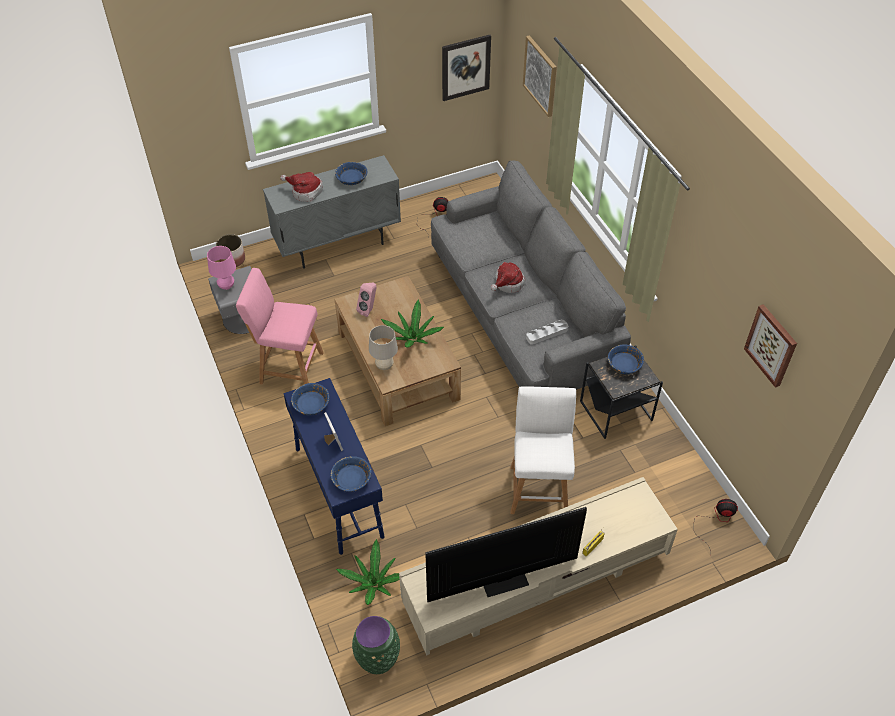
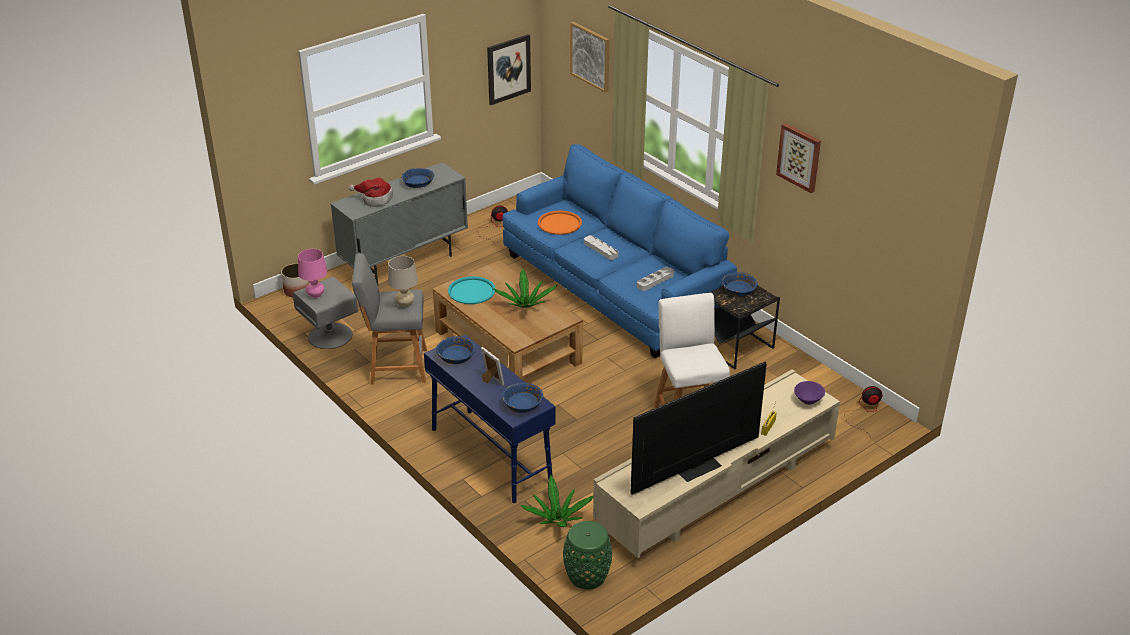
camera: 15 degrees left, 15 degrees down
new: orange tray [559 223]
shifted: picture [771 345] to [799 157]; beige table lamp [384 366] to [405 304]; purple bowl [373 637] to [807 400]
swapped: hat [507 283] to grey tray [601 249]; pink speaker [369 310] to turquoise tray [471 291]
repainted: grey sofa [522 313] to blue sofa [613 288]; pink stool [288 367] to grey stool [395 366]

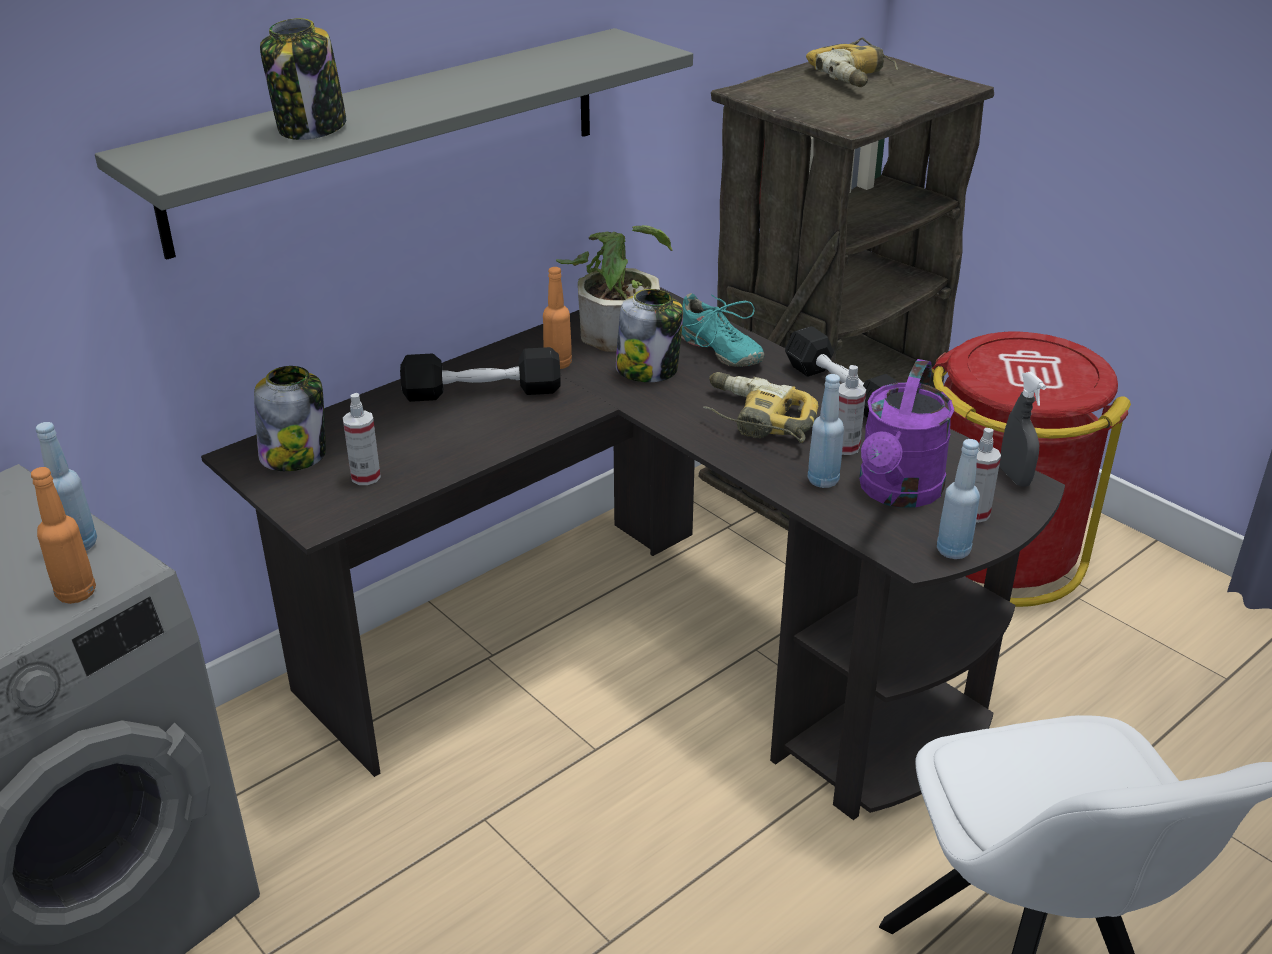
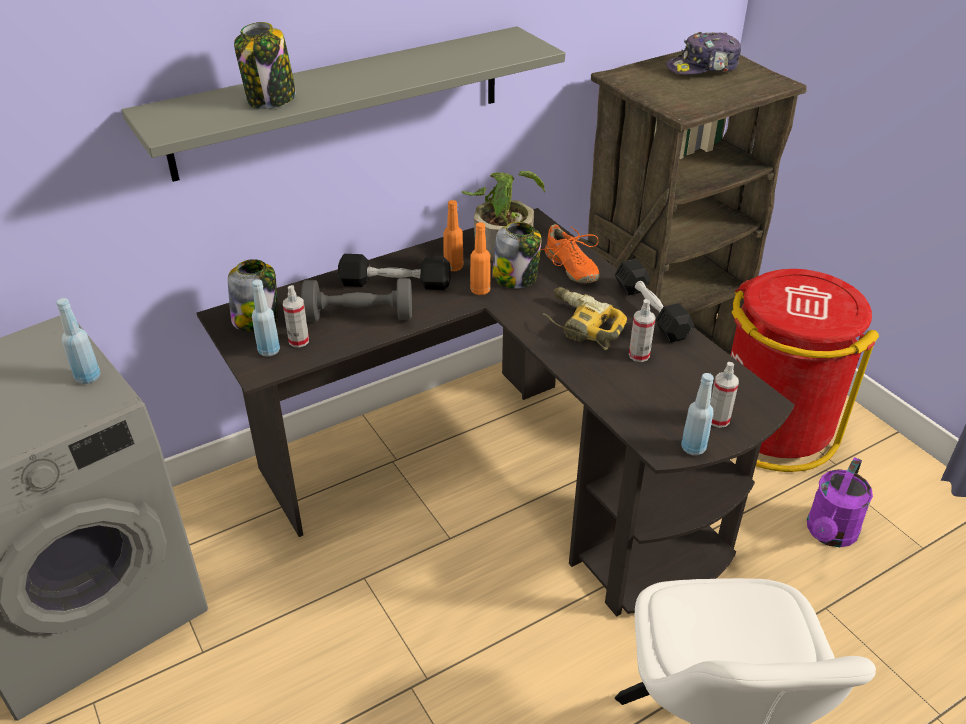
camera: 10 degrees right, 5 degrees up
gone: grey spray bottle [1014 477]
new: grey dumbbell [359 316]
shifted: purple watering can [897 493] to [829 534]; blue bottle [823 481] to [269 351]; orange bottle [76 593] to [480 290]
swapped: power drill [855 75] to cap [703 68]
repainted: turquoise shoe [719 351] to orange shoe [570 268]

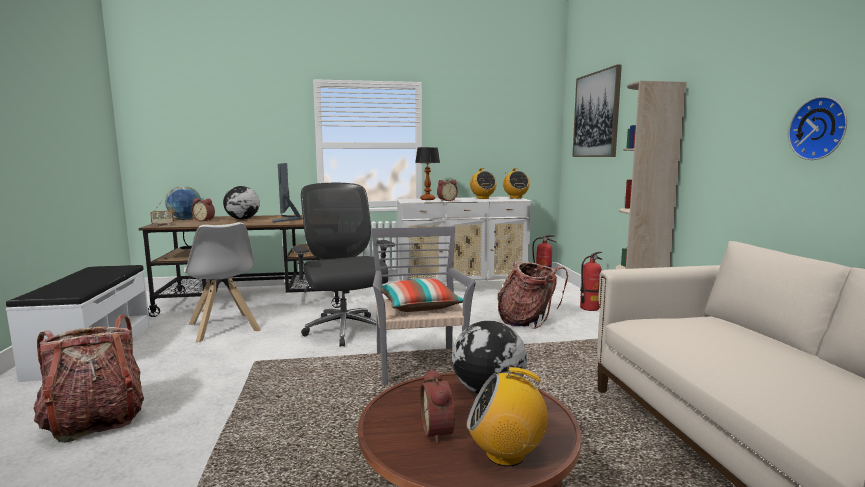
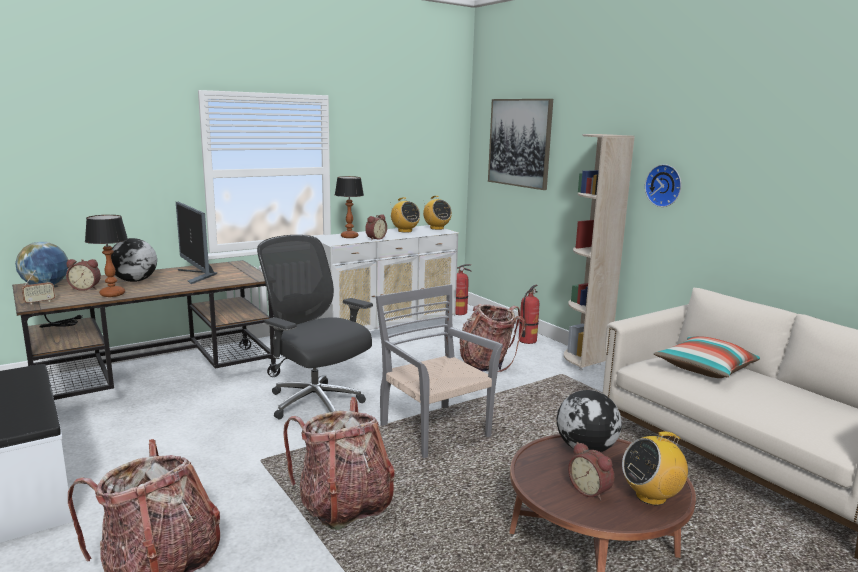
camera: 25 degrees left, 5 degrees up
gone: chair [224 328]
new: table lamp [112 294]; backpack [344 505]
shifted: wall clock [820 128] to [664 185]; pillow [419 307] to [705 369]

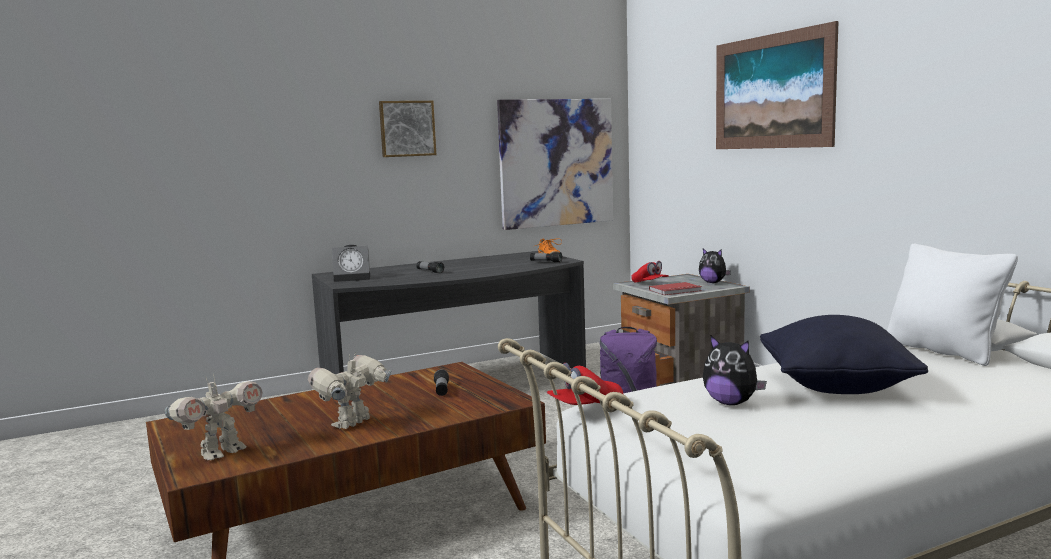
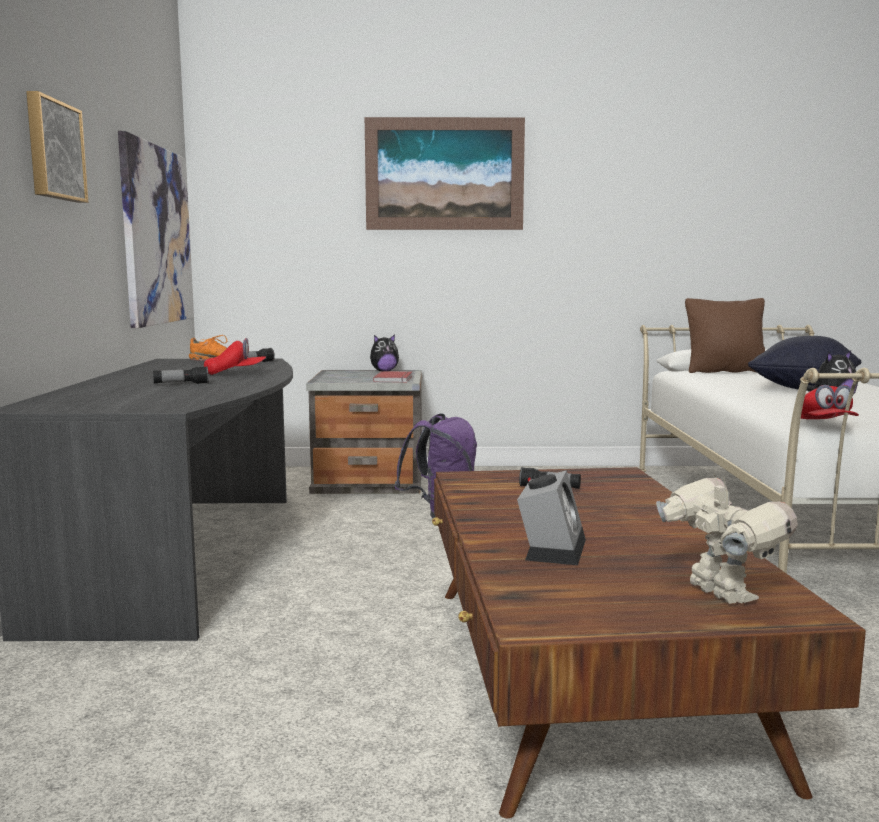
camera: 65 degrees left, 0 degrees up
gone: toy robot [354 424]
shifted: alarm clock [353 278] to [552 548]; red cap [649 284] to [235 373]
repainted: white pillow [942 351] to brown pillow [725 372]

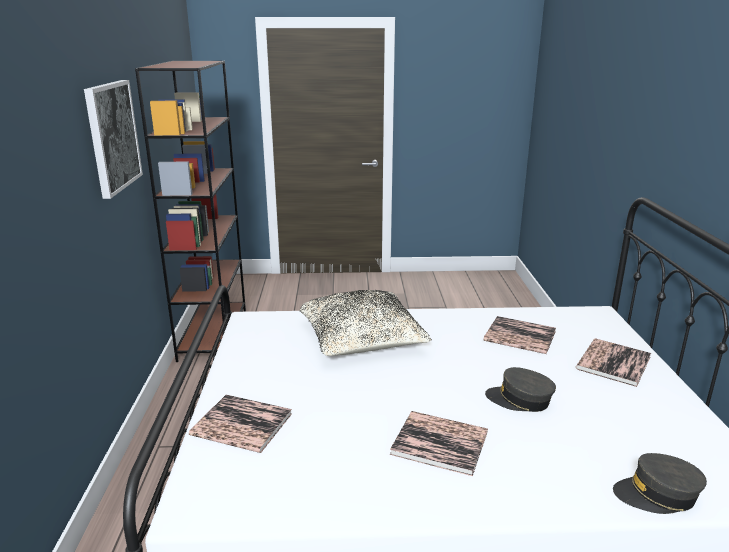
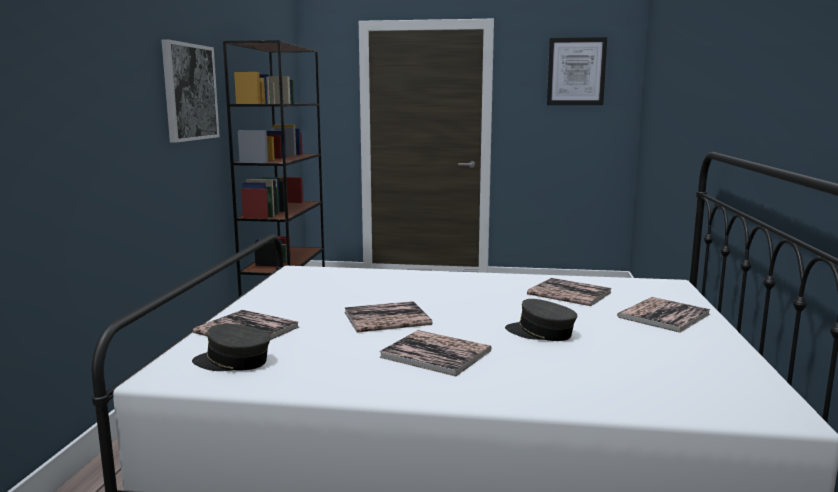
camera: 10 degrees right, 10 degrees down
gone: beige pillow [362 337]
new: picture [576 71]; book [387 318]
shifted: grey cap [657 495] to [232 362]

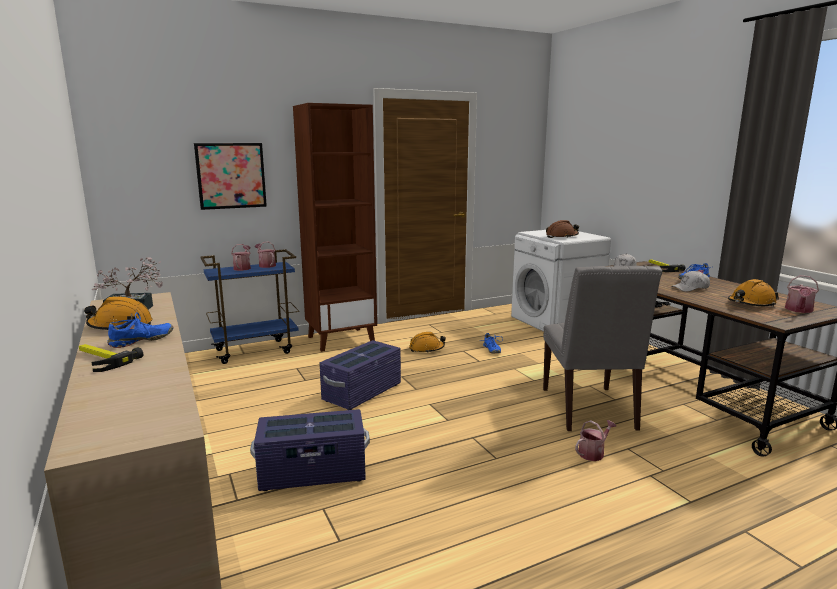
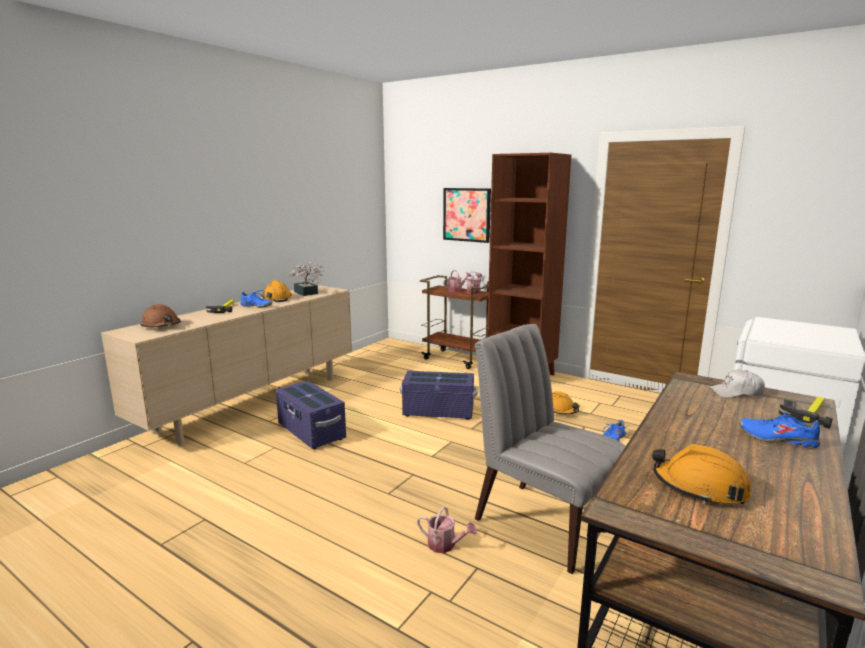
camera: 60 degrees right, 0 degrees up
gone: white cap [690 288]; watering can [799 310]
shifted: brown hard hat [562 236] to [161 326]
repainted: blue cart [256 351] to brown cart [457 360]
rotated: grey chair [587 408] = [545 525] 75 degrees clockwise

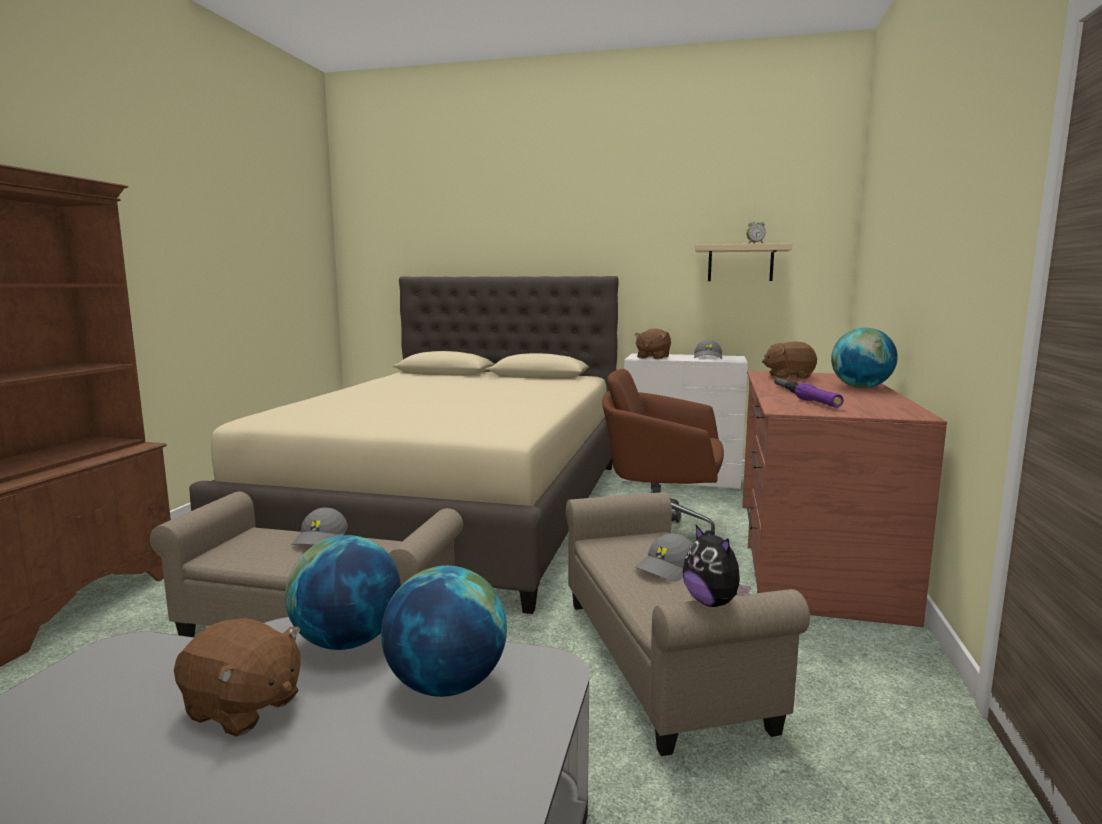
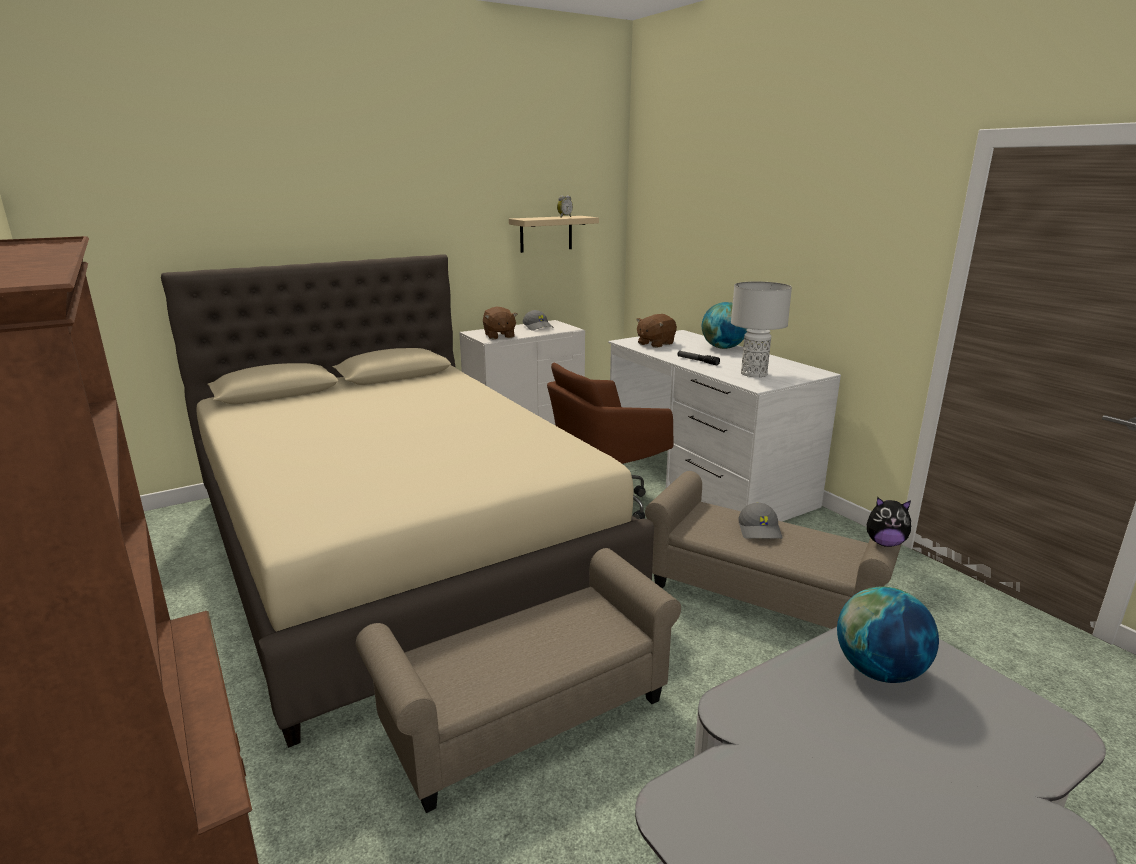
camera: 45 degrees left, 10 degrees up
gone: grey cap [321 539]; globe [347 642]; brown plush toy [243 708]
swapped: purple flashlight [818 404] to white table lamp [754 374]
repainted: brown desk [812 554] to white desk [705 480]

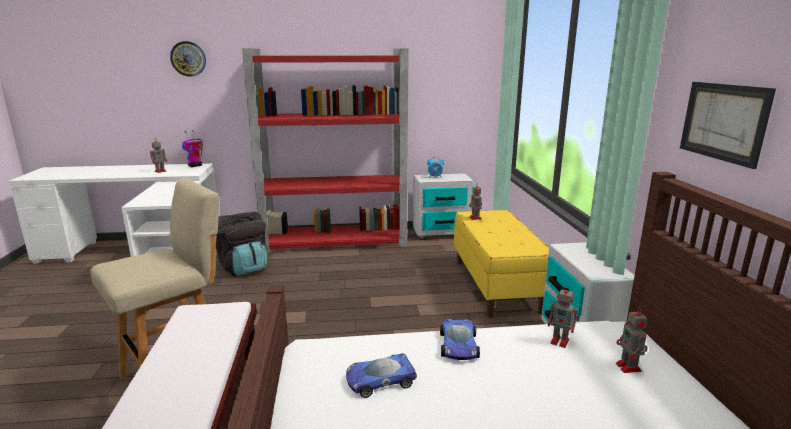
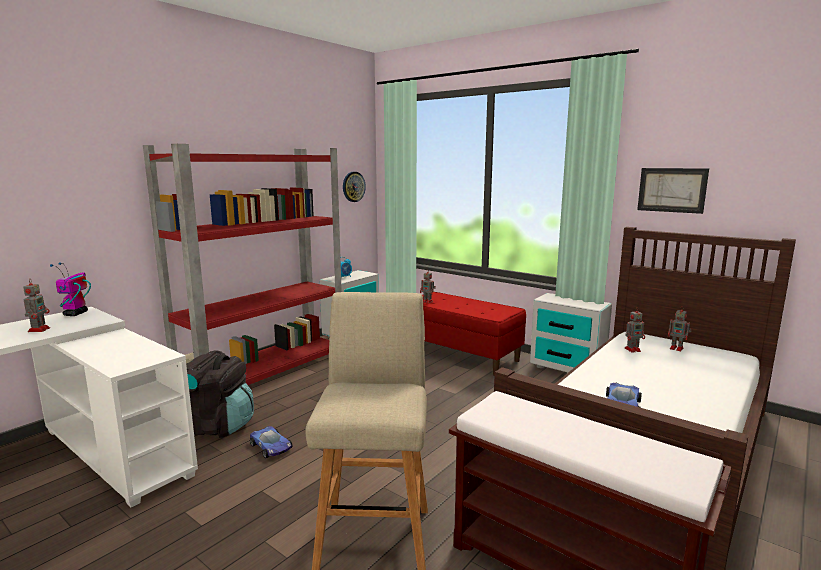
camera: 45 degrees left, 5 degrees down
shifted: wall clock [188 59] to [353 186]; toy car [458 346] to [271 447]
repainted: yellow bench [496 285] to red bench [461 355]

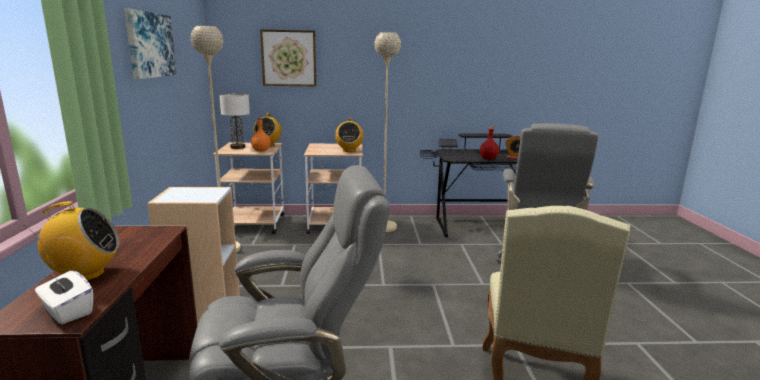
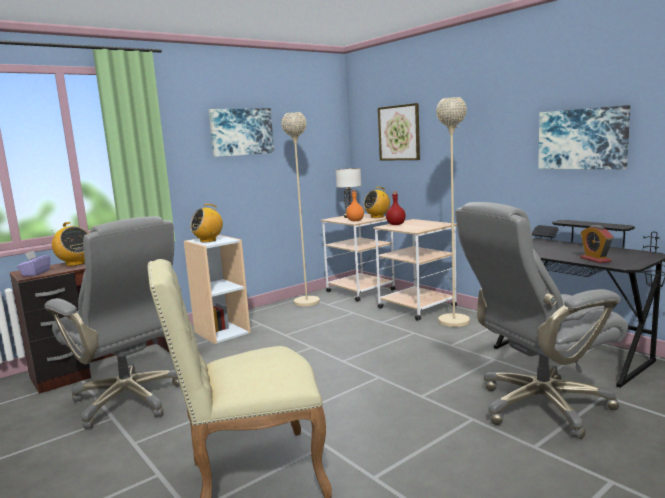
camera: 55 degrees right, 5 degrees down
new: picture [582 139]
shifted: radio [349 150] to [208 240]; red bottle [488 159] to [396 224]
repainted: white tissue box [67 312] to purple tissue box [35 273]

